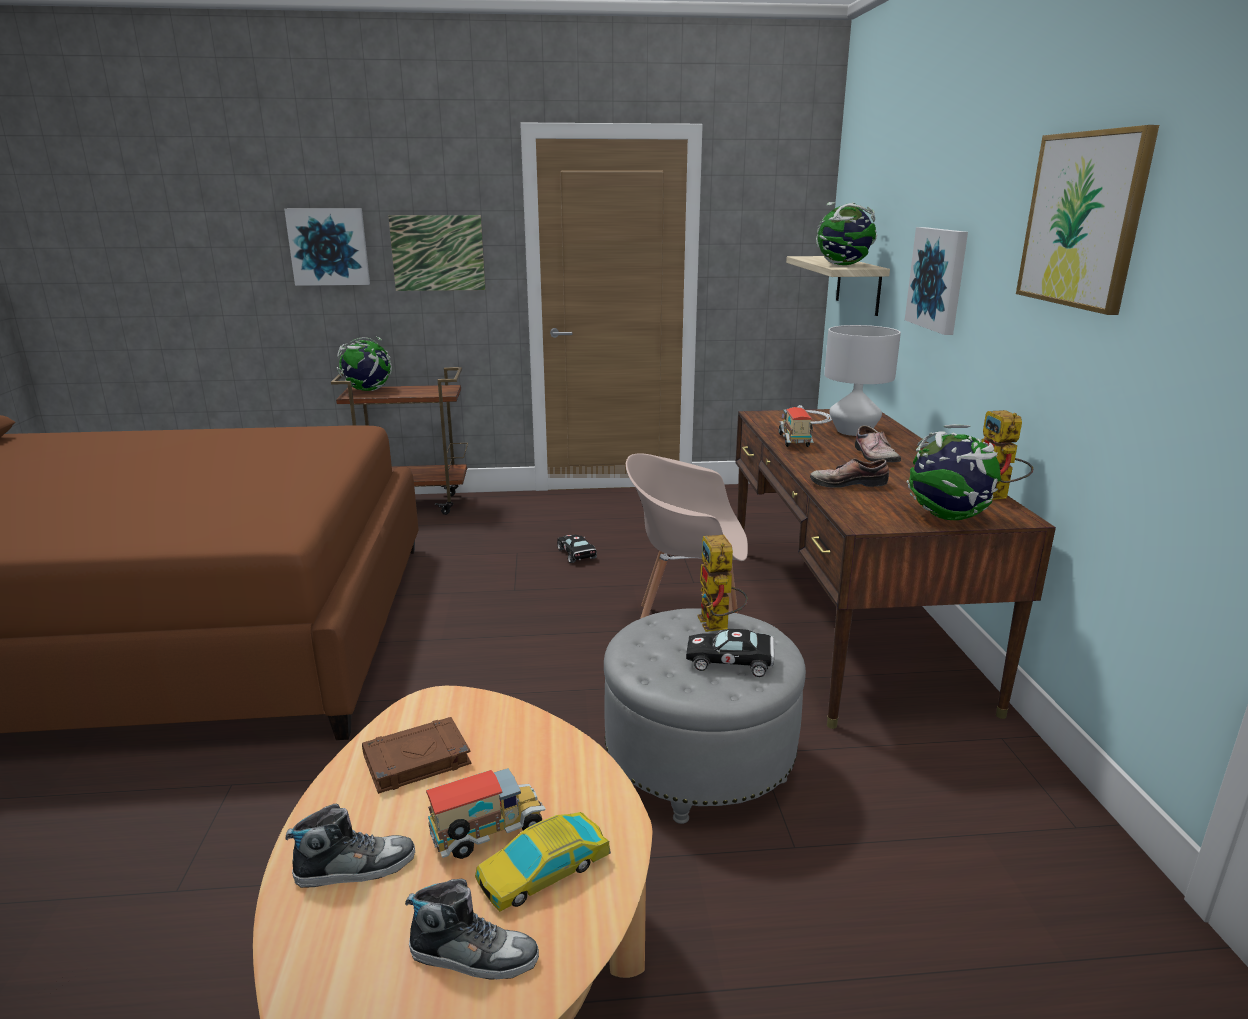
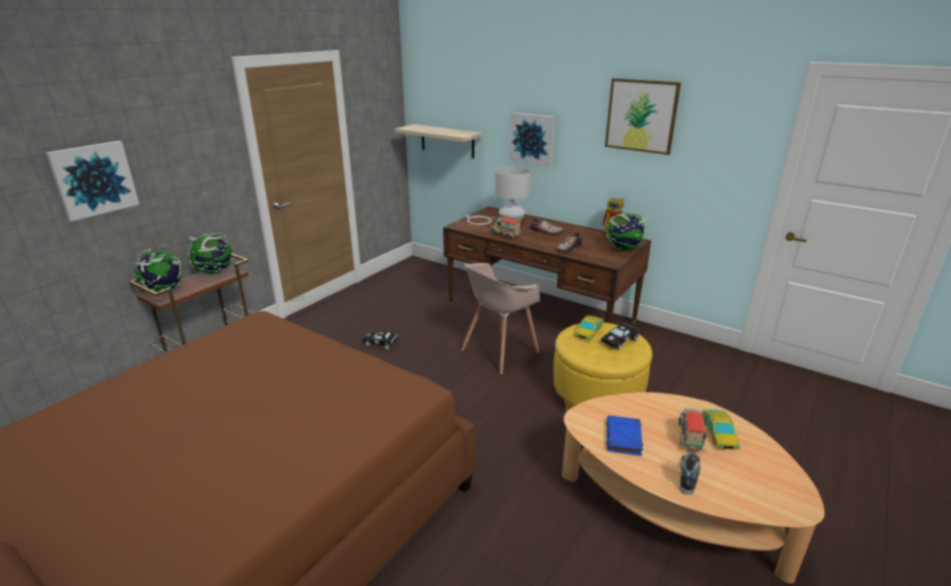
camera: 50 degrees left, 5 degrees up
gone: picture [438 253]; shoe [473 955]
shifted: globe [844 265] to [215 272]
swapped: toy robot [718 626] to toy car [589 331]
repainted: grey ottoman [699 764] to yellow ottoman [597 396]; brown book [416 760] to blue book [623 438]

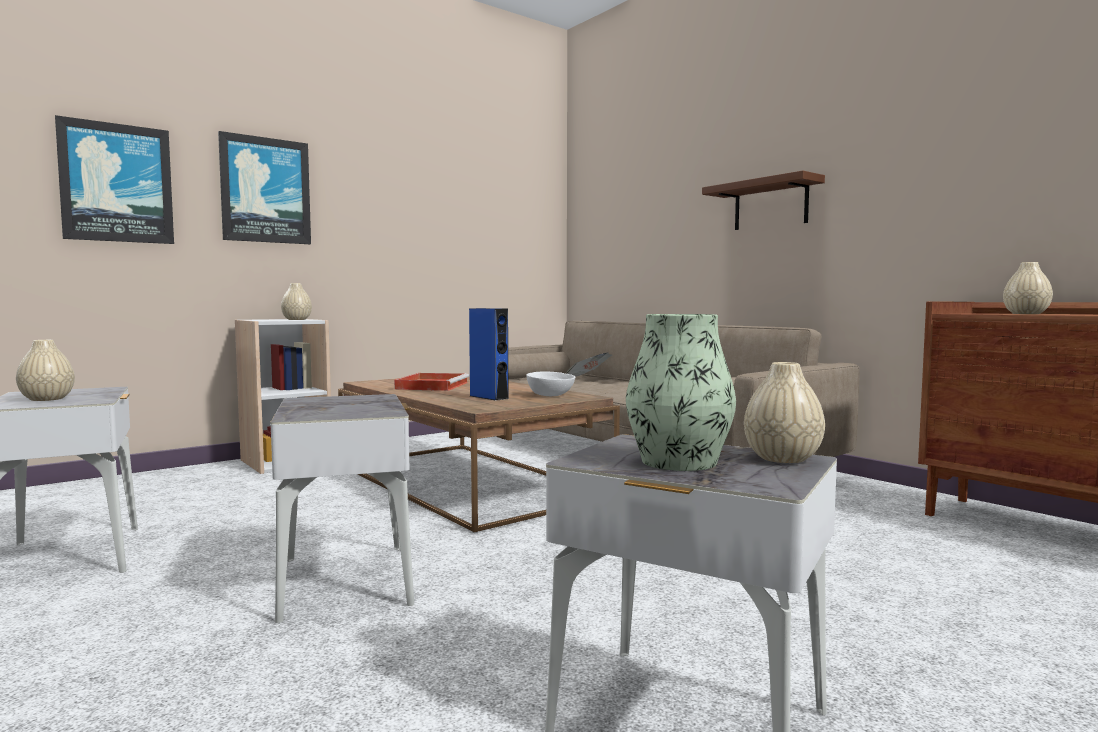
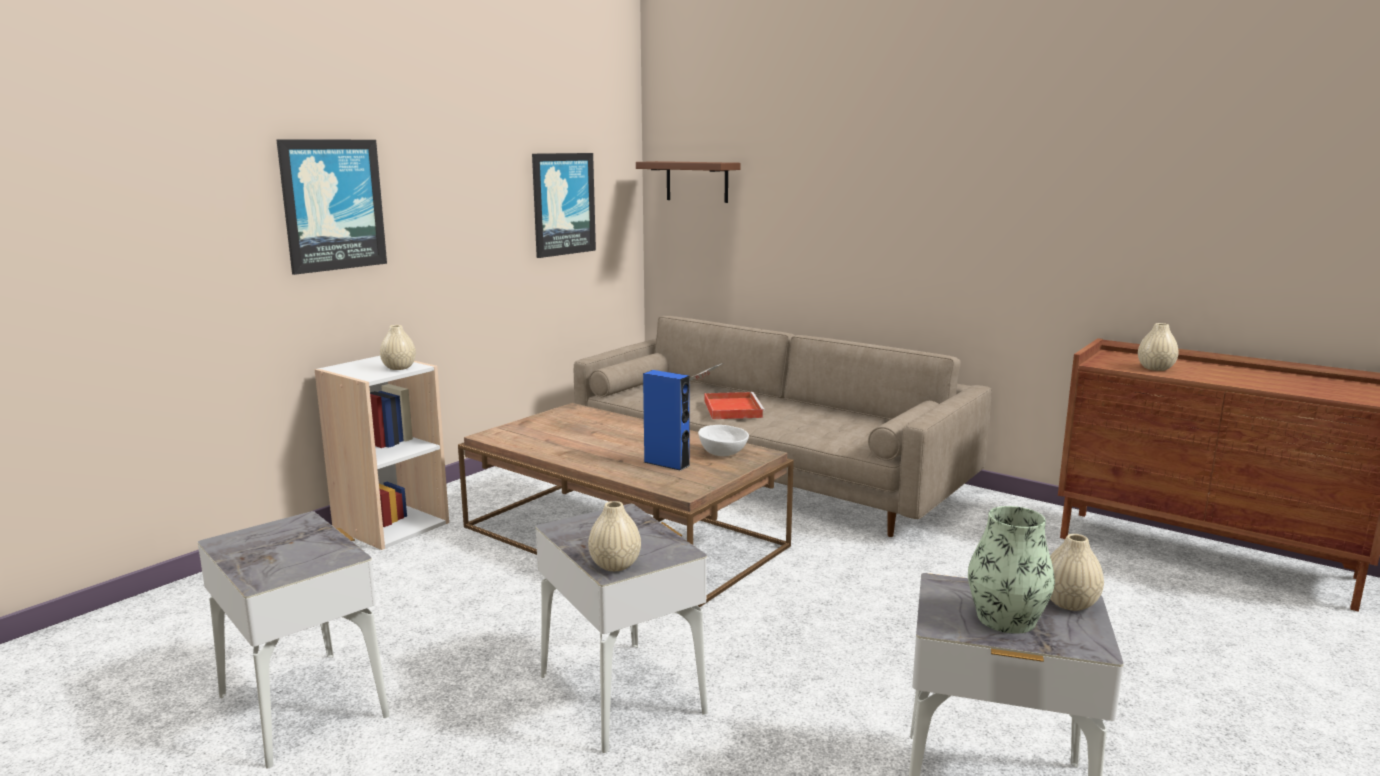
camera: 15 degrees left, 10 degrees up
shifted: picture [117 183] to [563 204]; brown shelf [770 205] to [697 181]; beige vase [47 399] to [615 565]; red tray [432 385] to [732 408]

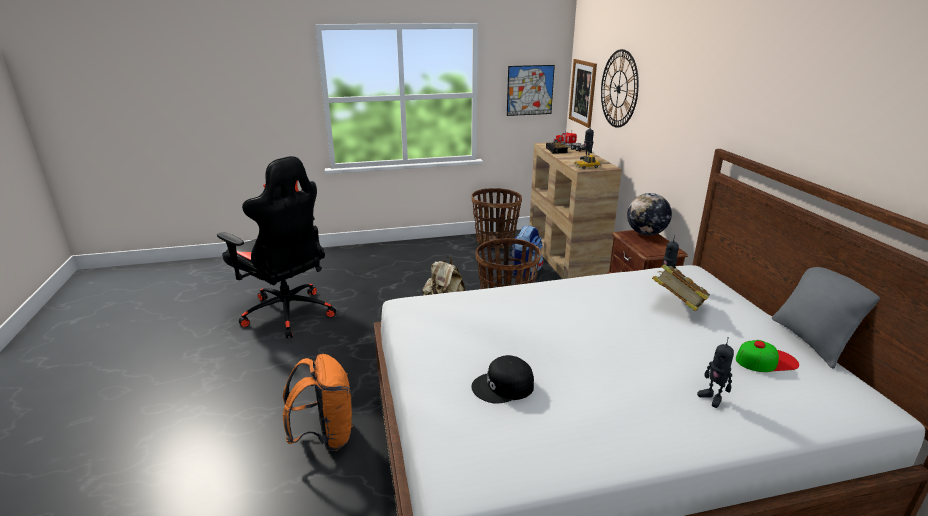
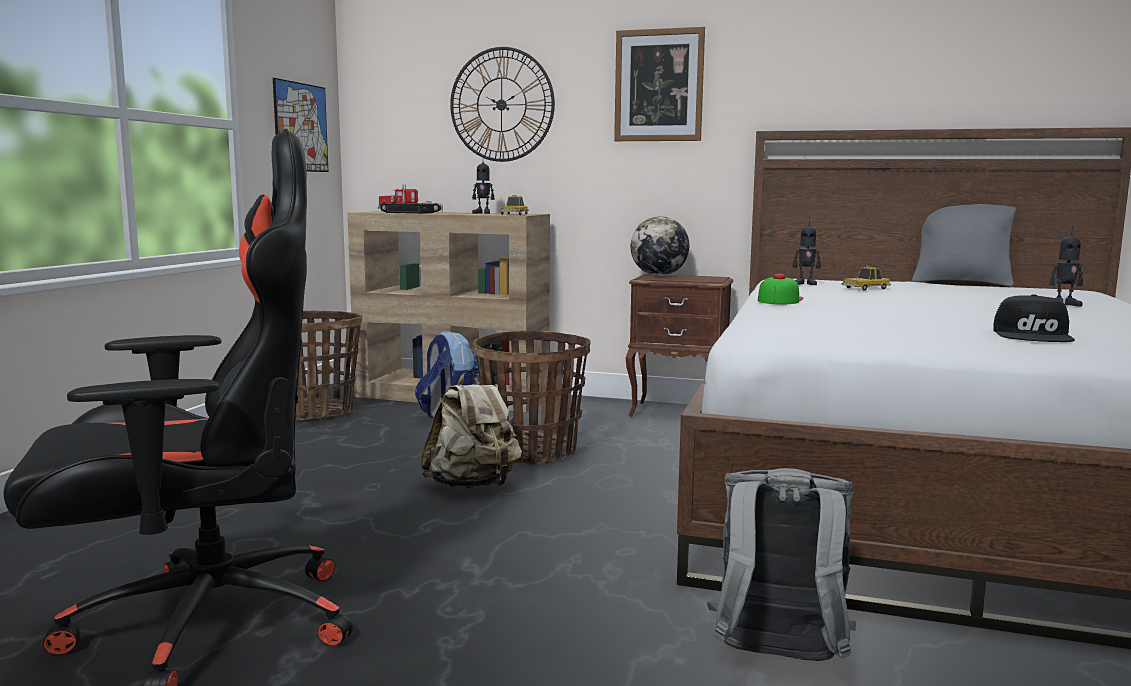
camera: 60 degrees left, 15 degrees down
shifted: picture [583 92] to [659 85]; cap [766 360] to [779 299]
swapped: book [677 306] to toy car [865 288]
repainted: orange backpack [325 436] to grey backpack [777 660]

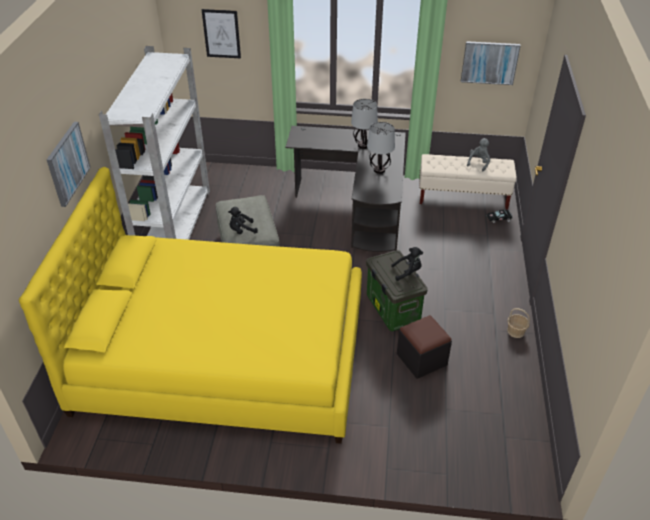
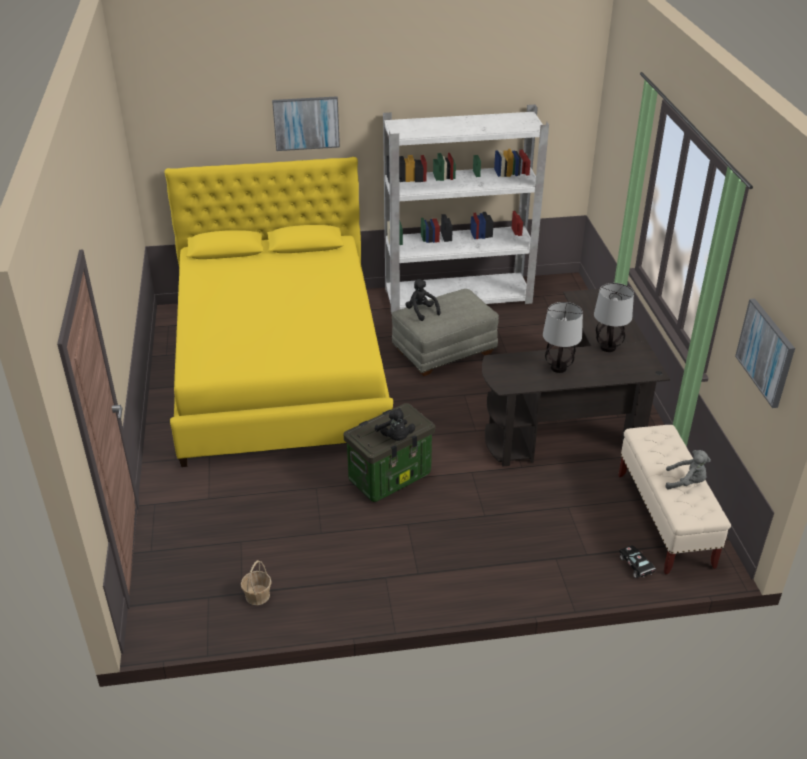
camera: 75 degrees right, 5 degrees down
gone: picture [221 34]; black ottoman [421 359]
shifted: basket [516 331] to [257 595]

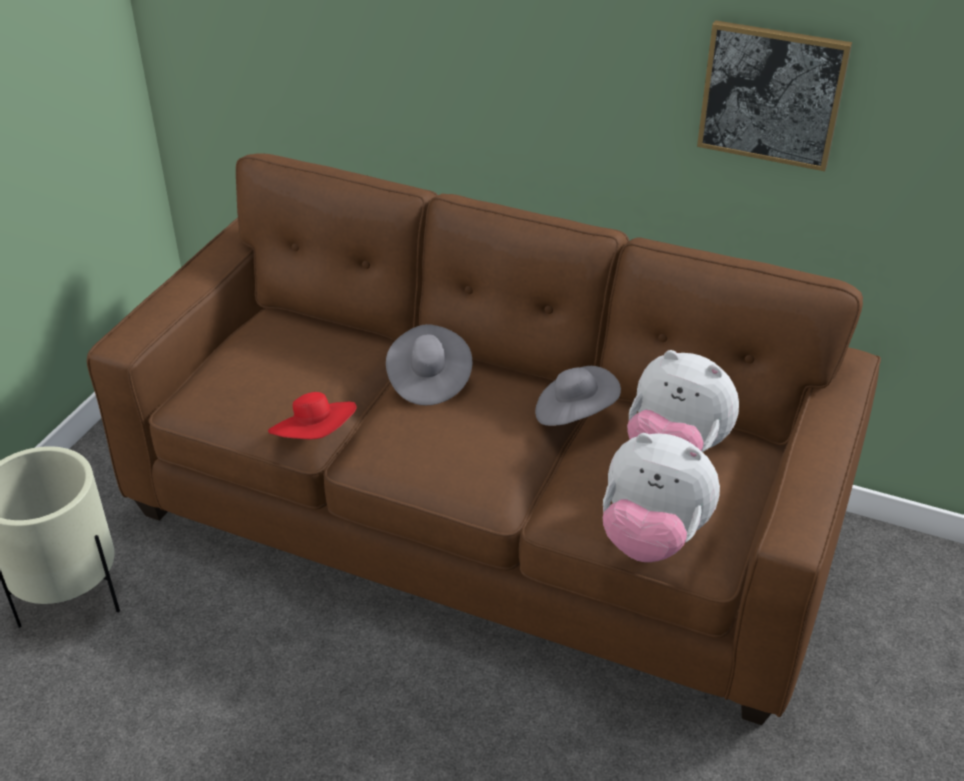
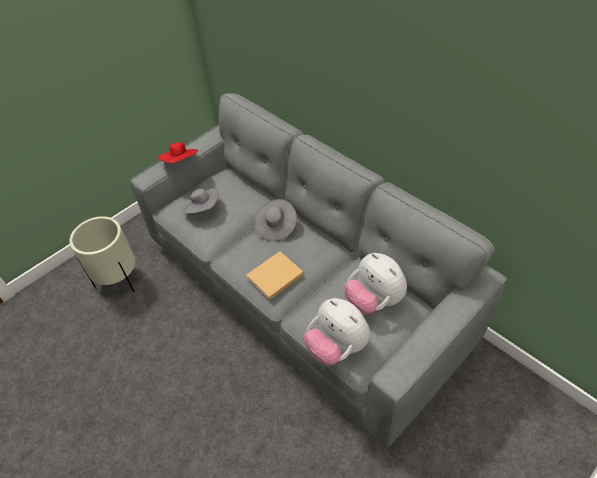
camera: 25 degrees right, 10 degrees up
gone: picture [771 95]
new: beige book [273 277]
shifted: grey hat [574 413] to [203 208]; red hat [316 437] to [181 162]
repainted: brown sofa [482 520] to grey sofa [303 292]

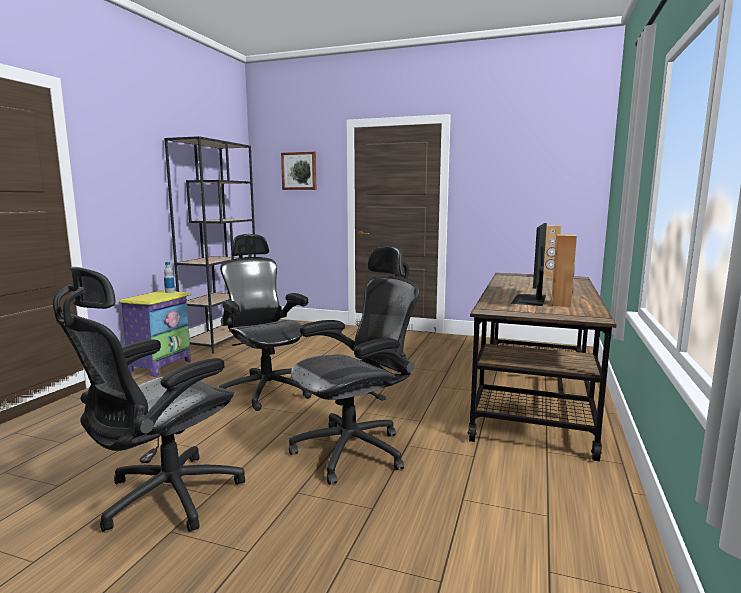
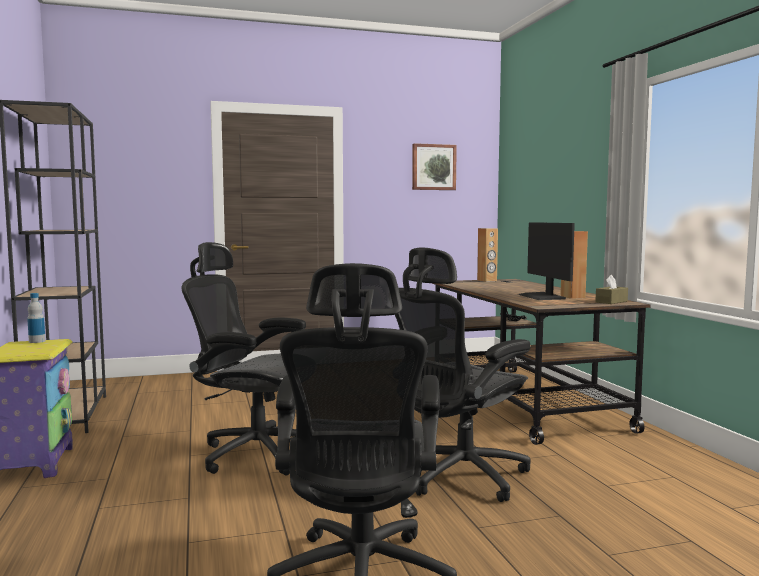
camera: 35 degrees left, 5 degrees down
new: brown tissue box [611 302]
shifted: picture [299 171] to [433 167]
rotated: office chair [355 449] = [458 478] 150 degrees counterclockwise

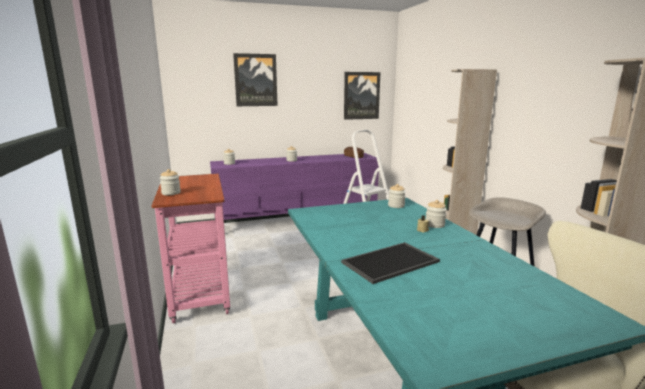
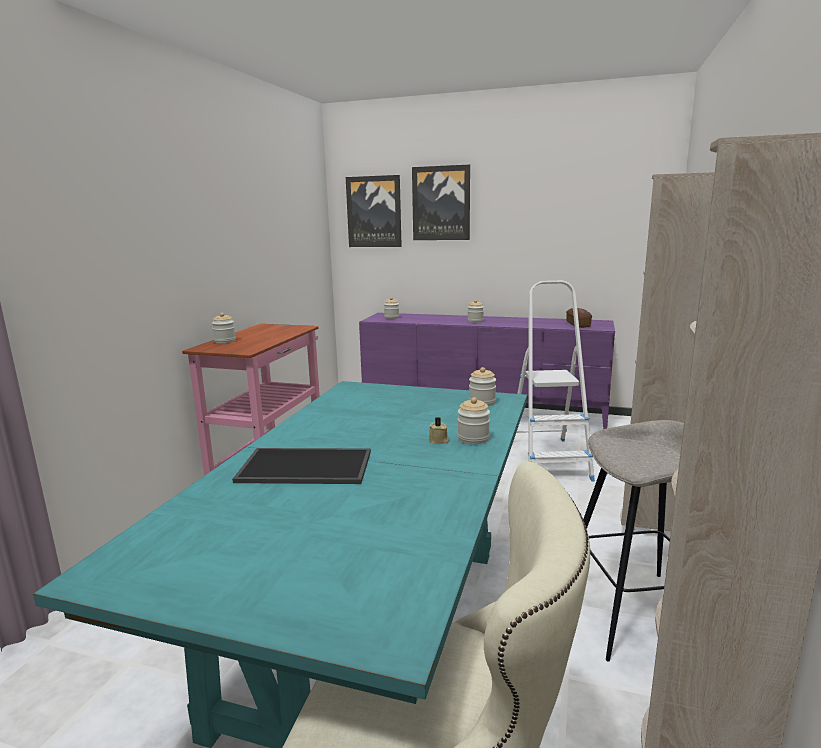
camera: 35 degrees right, 0 degrees up
shifted: picture [361 95] to [374 212]

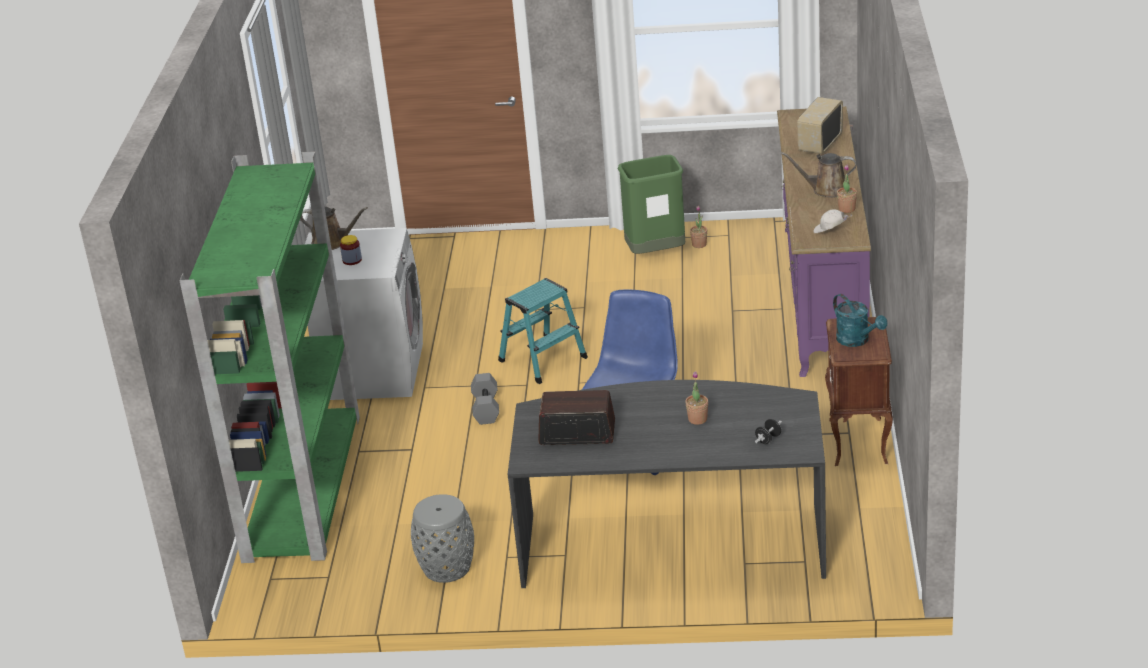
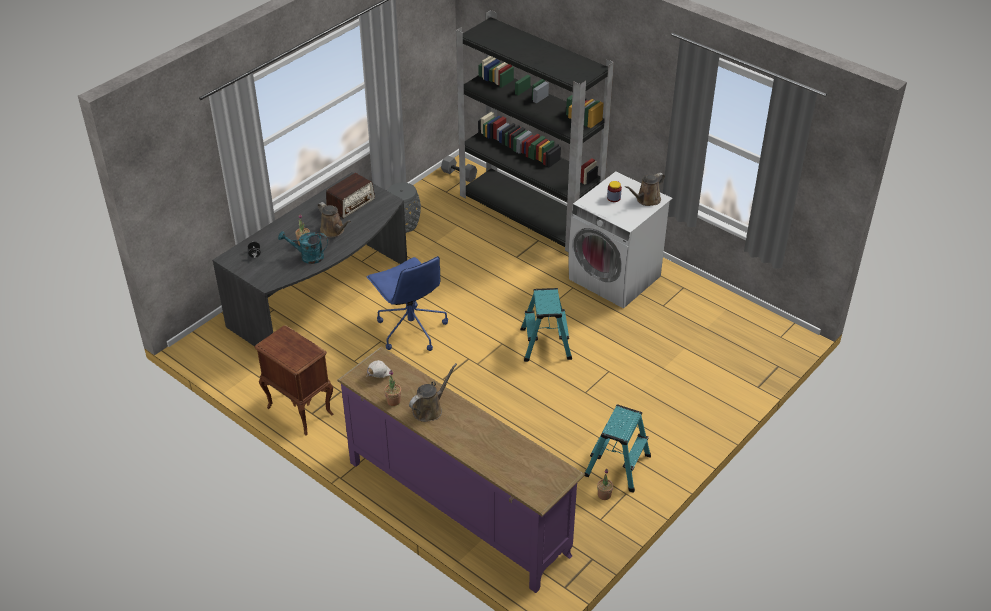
camera: 125 degrees right, 10 degrees up
gone: radio [819 144]
new: brown watering can [333 231]
shifted: turquoise watering can [857 341] to [307 257]; grey dumbbell [485 408] to [459 174]
swapped: green trash can [655 253] to turquoise step ladder [617 465]
repainted: green bookcase [303 486] to black bookcase [529 212]

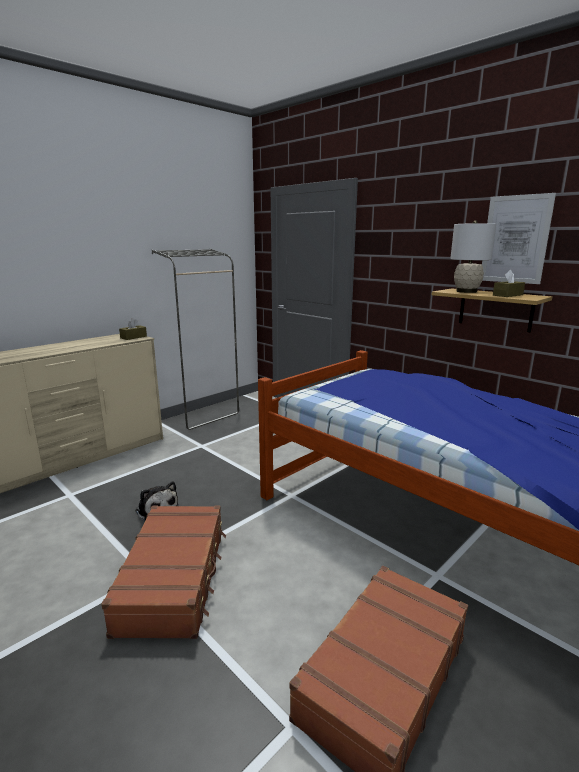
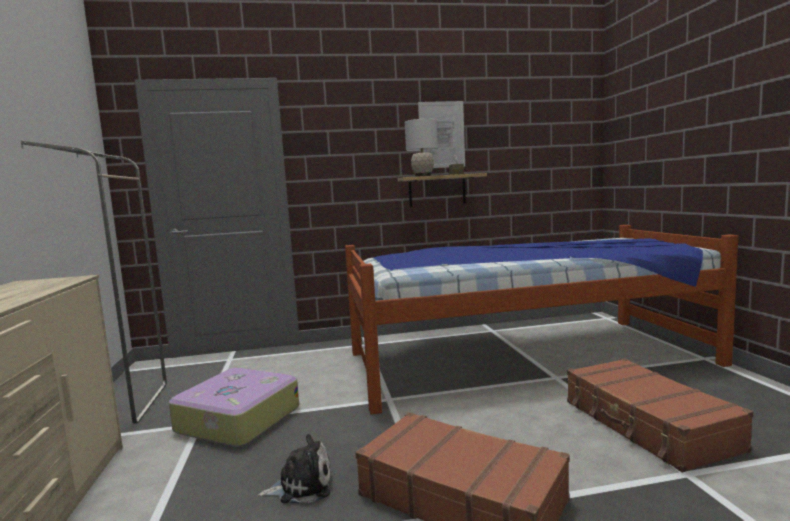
camera: 55 degrees left, 10 degrees down
gone: brown tissue box [133 337]
new: suitcase [237 420]

